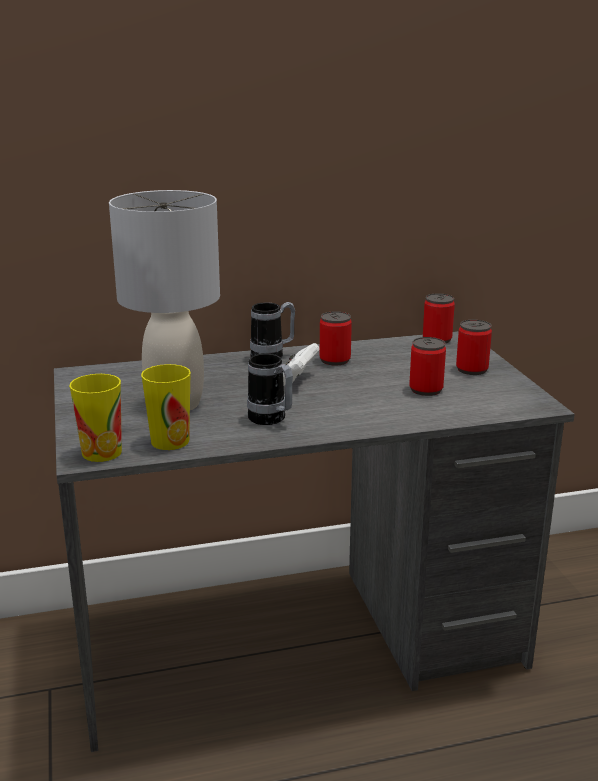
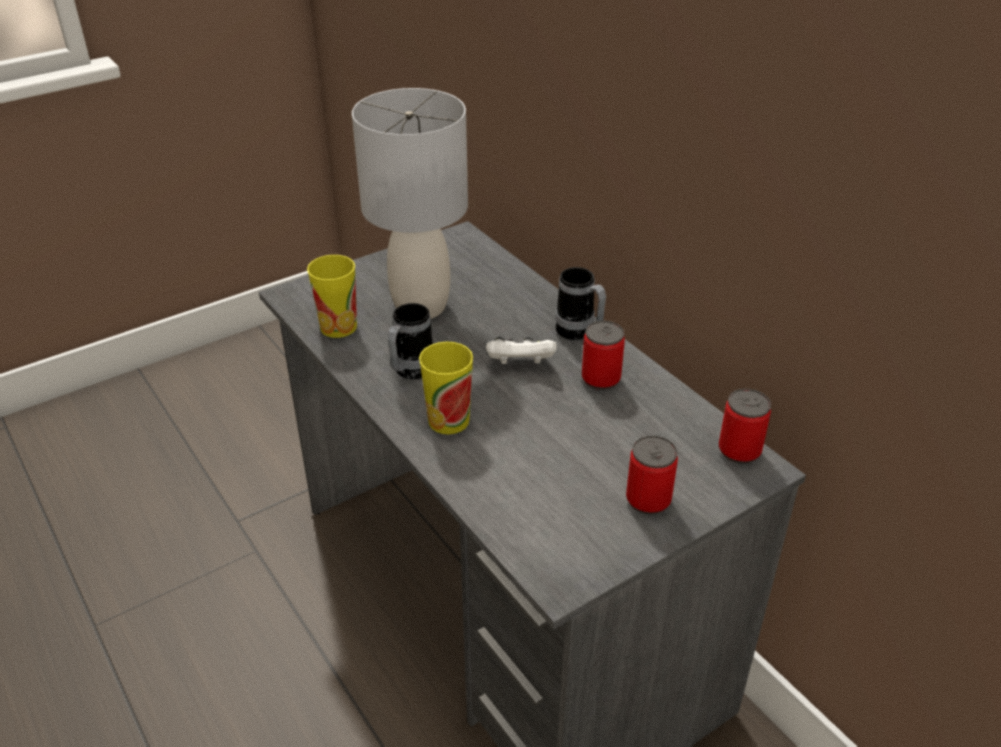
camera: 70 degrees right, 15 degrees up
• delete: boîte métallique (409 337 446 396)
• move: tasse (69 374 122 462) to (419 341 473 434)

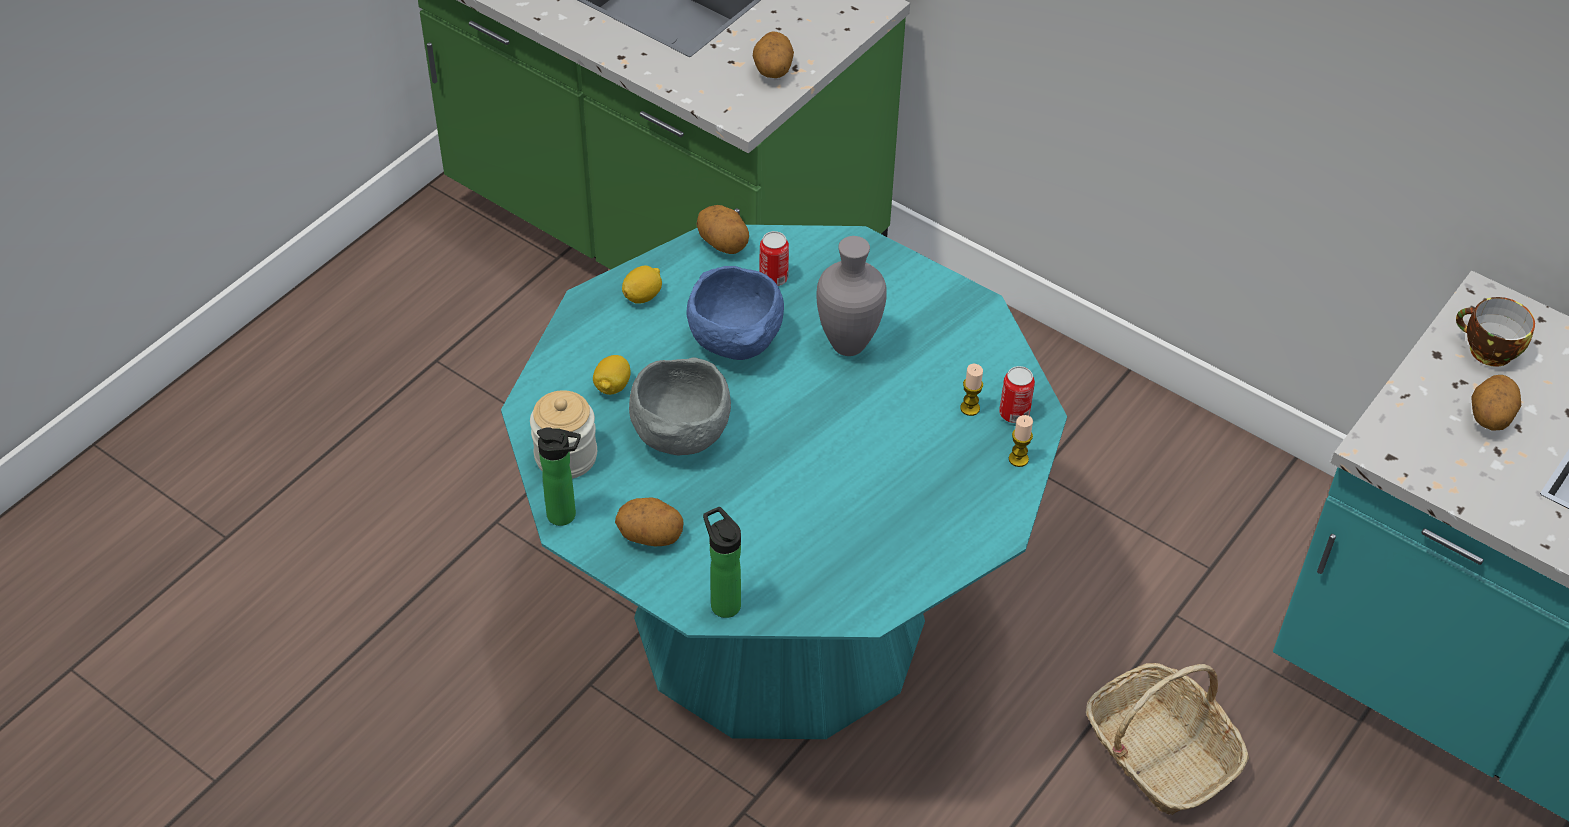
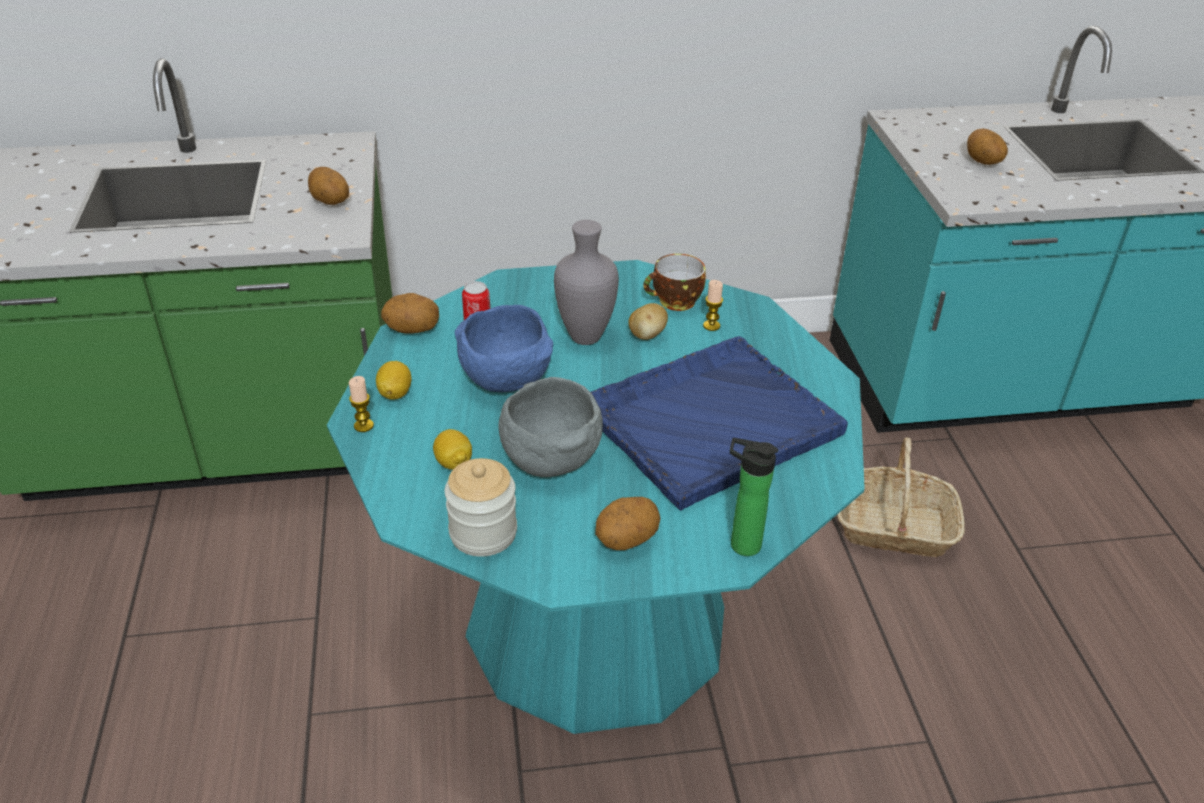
camera: 45 degrees left, 10 degrees down
• move: tasse (1456 297 1535 367) to (644 254 706 311)
• delete: boîte métallique (999 366 1035 423)
• move: bougie (1009 415 1033 467) to (349 376 374 432)
• delete: bouteille (537 427 581 526)
• insert: pomme de terre (628 303 668 340)
• insert: plateau [bleu] (590 336 848 511)

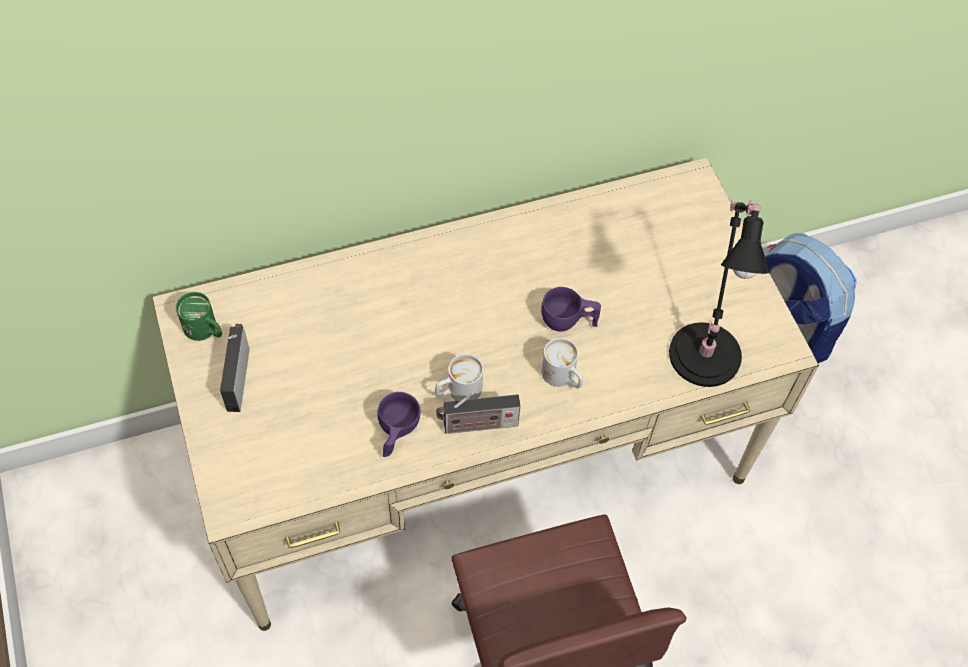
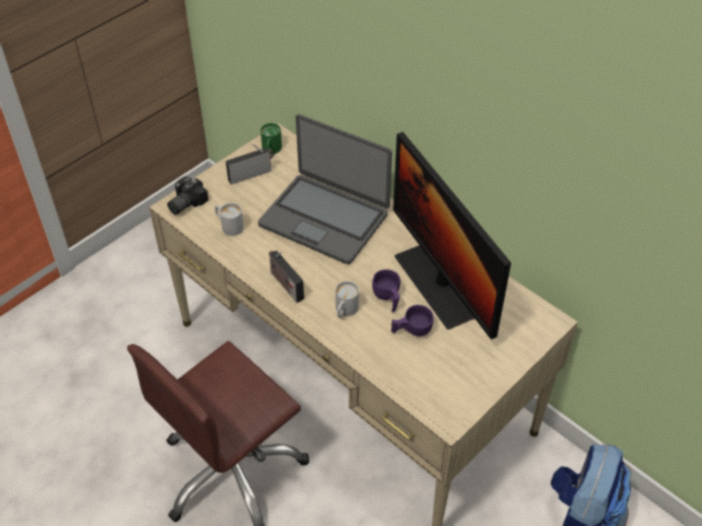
camera: 65 degrees right, 10 degrees down
• delete: lampe de table [noir] (669 200 770 387)
• move: mug [blanc] (435 354 483 401) to (215 203 244 236)
• move: tasse [violet] (377 392 421 457) to (391 305 434 336)
• insert: ordinateur portable (258 114 392 264)
• insert: écran d'ordinateur (393 132 511 339)
• insert: appareil photo (167 176 209 215)

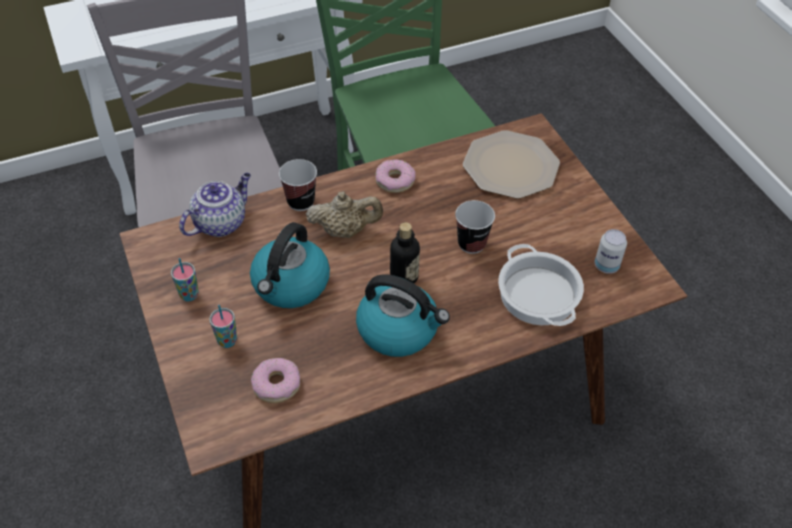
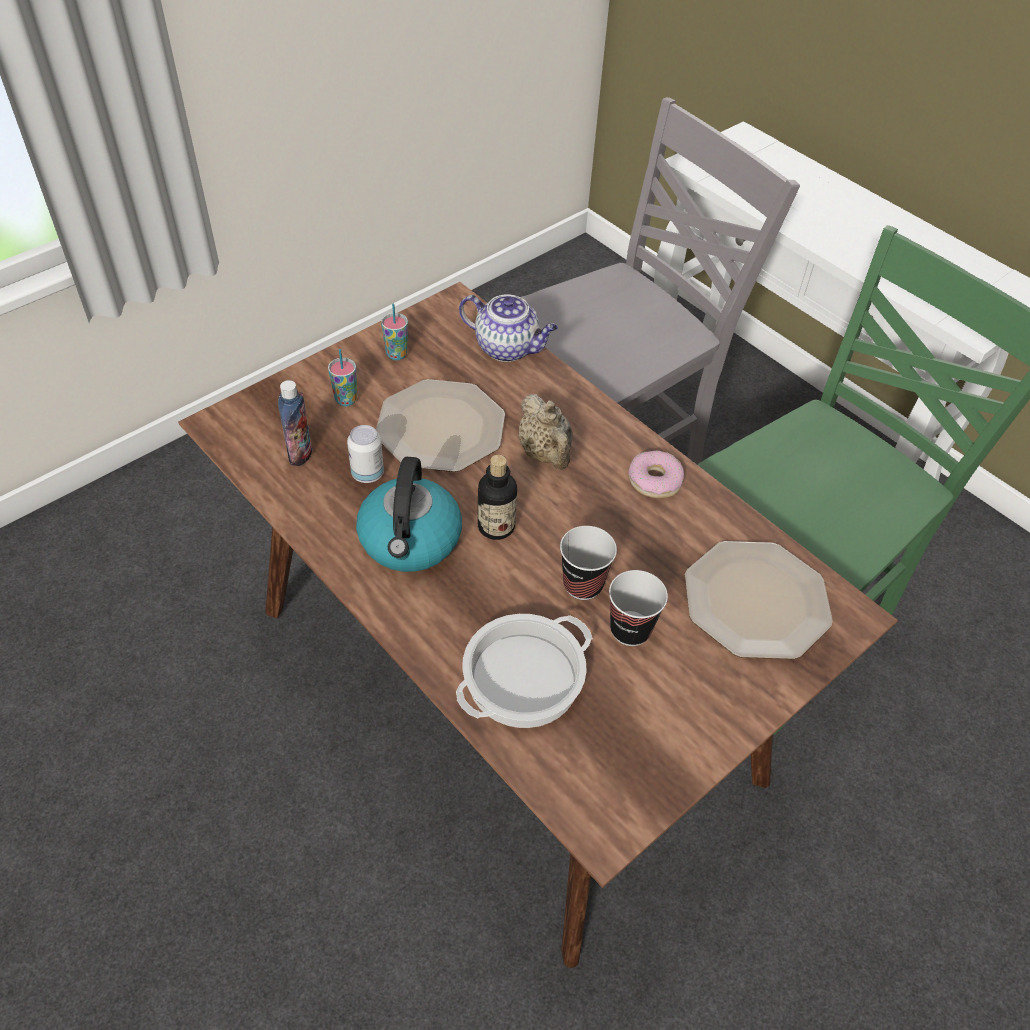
camera: 70 degrees right, 0 degrees up
• move: tasse (279 159 317 211) to (609 570 668 646)
• replace: bouilloire (250 222 330 308) to assiette (376 379 505 472)
• move: boîte métallique (595 229 627 274) to (347 425 384 483)
• replace: beignet (251 358 300 403) to bouteille (278 380 312 466)

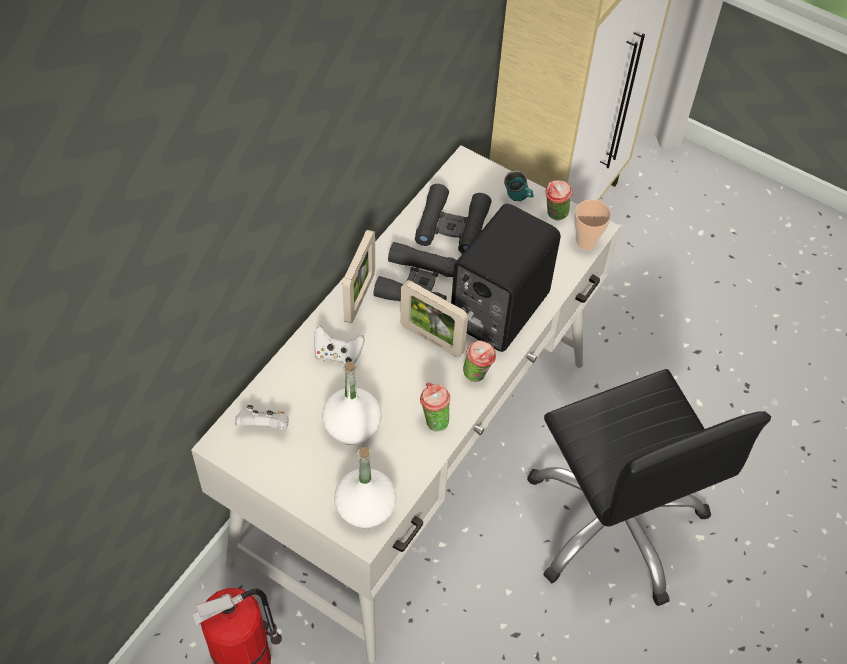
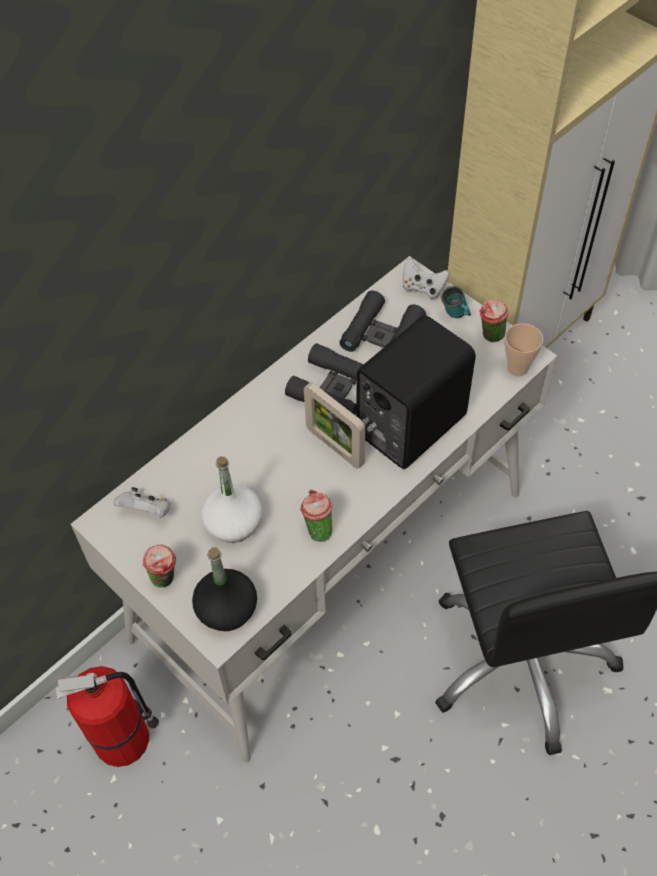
camera: 15 degrees right, 0 degrees up
• delete: cadre photo (342 230 375 323)
• move: manette [blanc] (314 325 365 365) to (403 258 450 299)
• move: tasse (463 340 496 382) to (143 544 176 588)
• recolor: bouteille [blanc] (334 447 397 528) to bouteille [noir] (192 547 257 631)

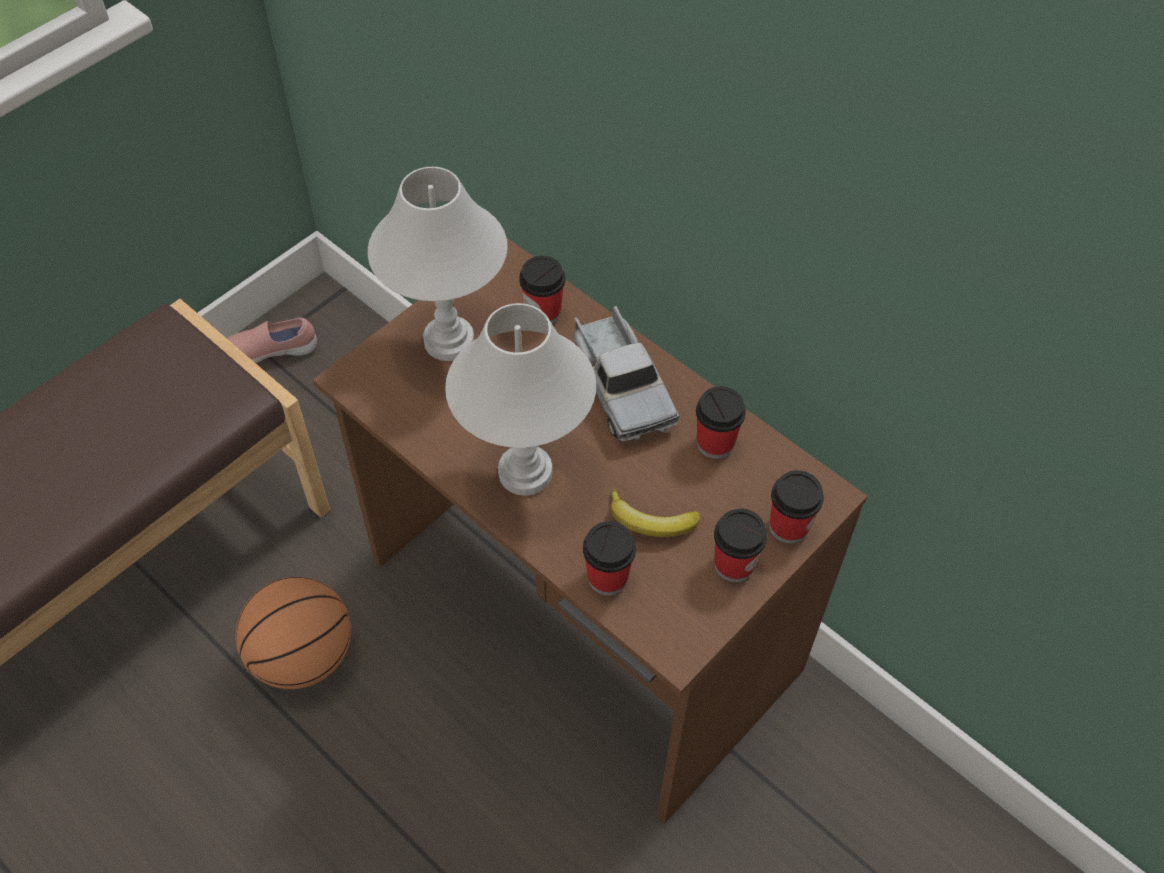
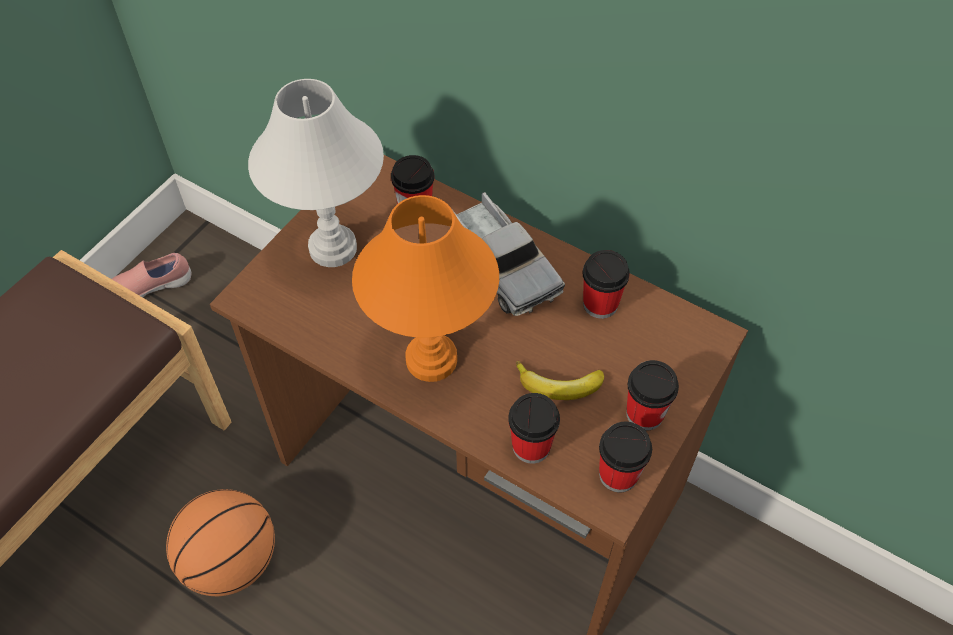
camera: 10 degrees left, 0 degrees up
• recolor: lampe de table [blanc] (445 303 596 496) to lampe de table [orange] (352 195 499 382)
• move: tasse (770 470 824 544) to (599 422 652 492)

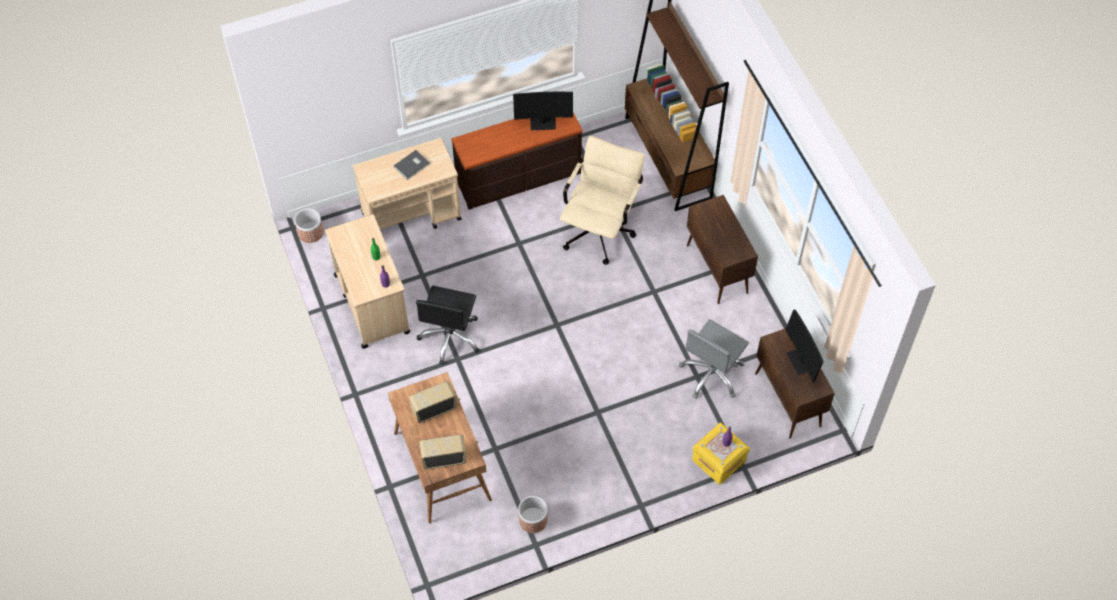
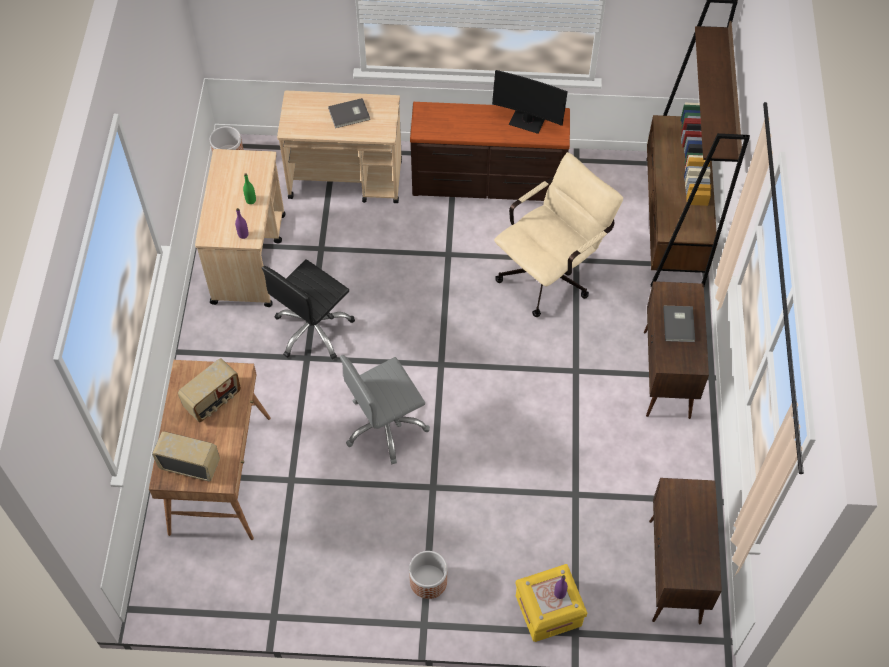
camera: 25 degrees right, 0 degrees up
• delete: écran d'ordinateur (785 309 824 383)
• move: chaise de bureau [gris] (679 319 749 399) to (340 355 430 464)
• rotate: radio (409 381 457 423) = (178 358 241 422) 135 degrees clockwise
• move: cache-pot (518 496 548 533) to (409 551 447 599)
• insert: livre [gris] (663 306 695 342)

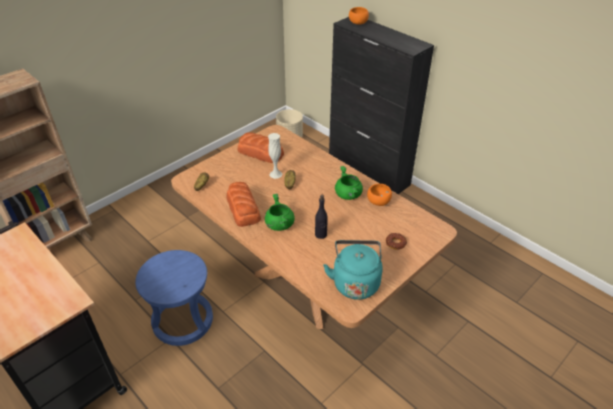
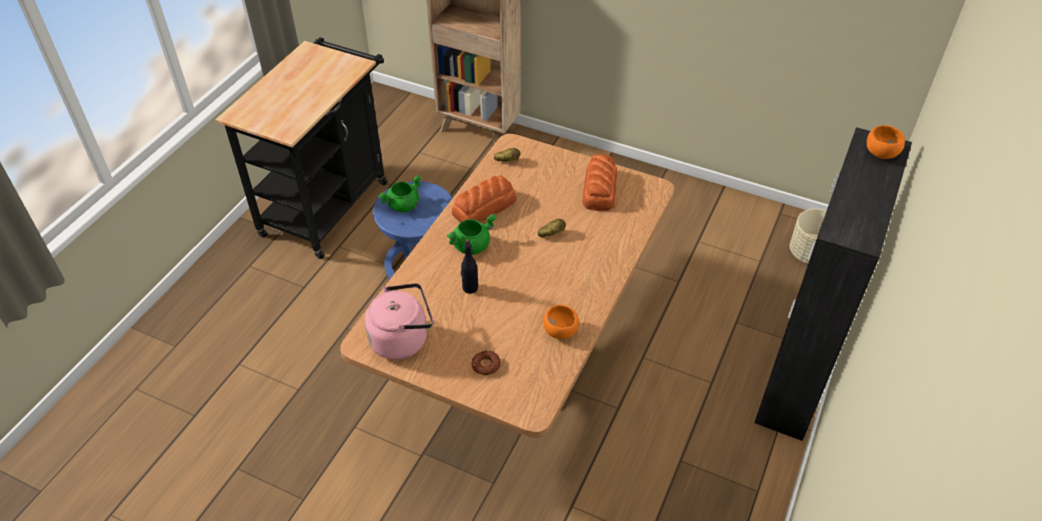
camera: 70 degrees right, 5 degrees up
• delete: vase [blanc] (268 133 282 179)
• move: marmite [vert] (335 166 363 200) to (378 175 421 212)
• recolor: bouilloire [turquoise] (323 240 383 300) to bouilloire [rose] (365 283 433 360)

